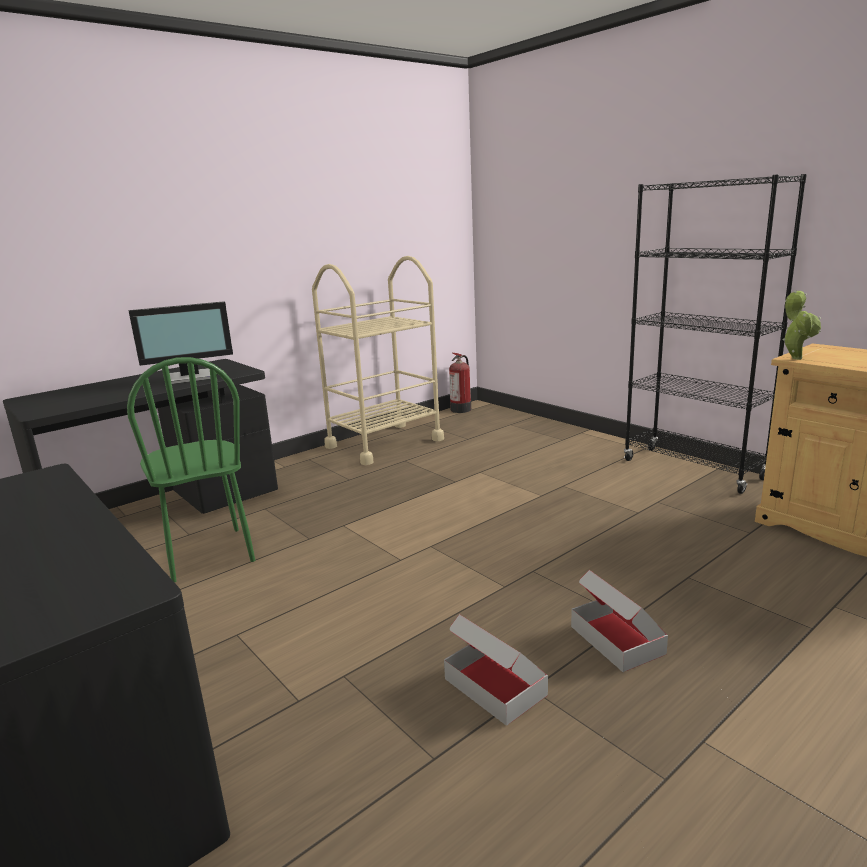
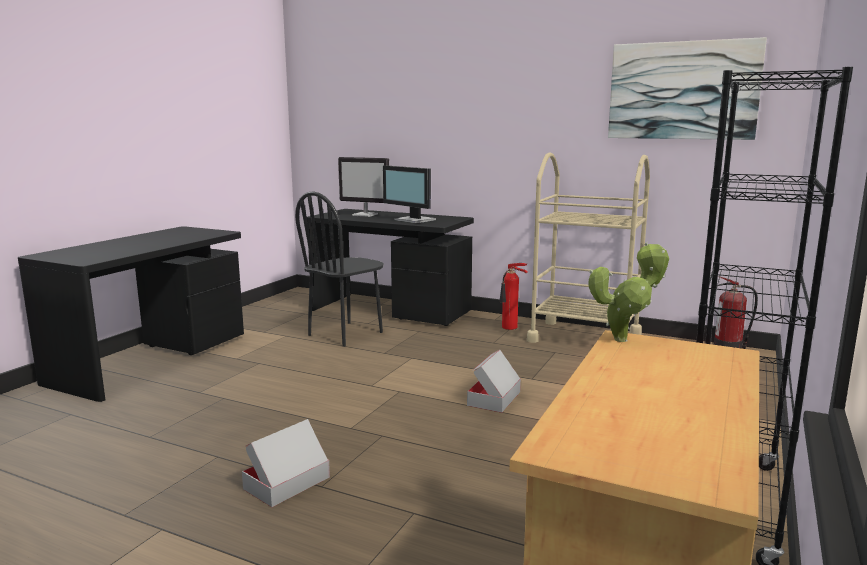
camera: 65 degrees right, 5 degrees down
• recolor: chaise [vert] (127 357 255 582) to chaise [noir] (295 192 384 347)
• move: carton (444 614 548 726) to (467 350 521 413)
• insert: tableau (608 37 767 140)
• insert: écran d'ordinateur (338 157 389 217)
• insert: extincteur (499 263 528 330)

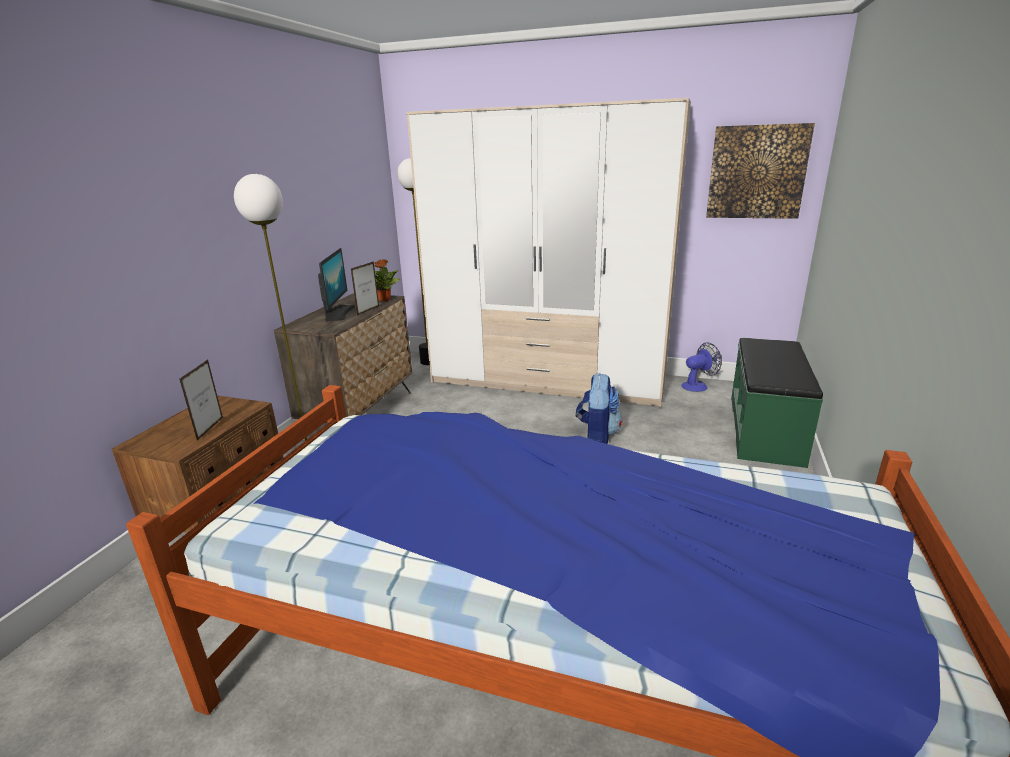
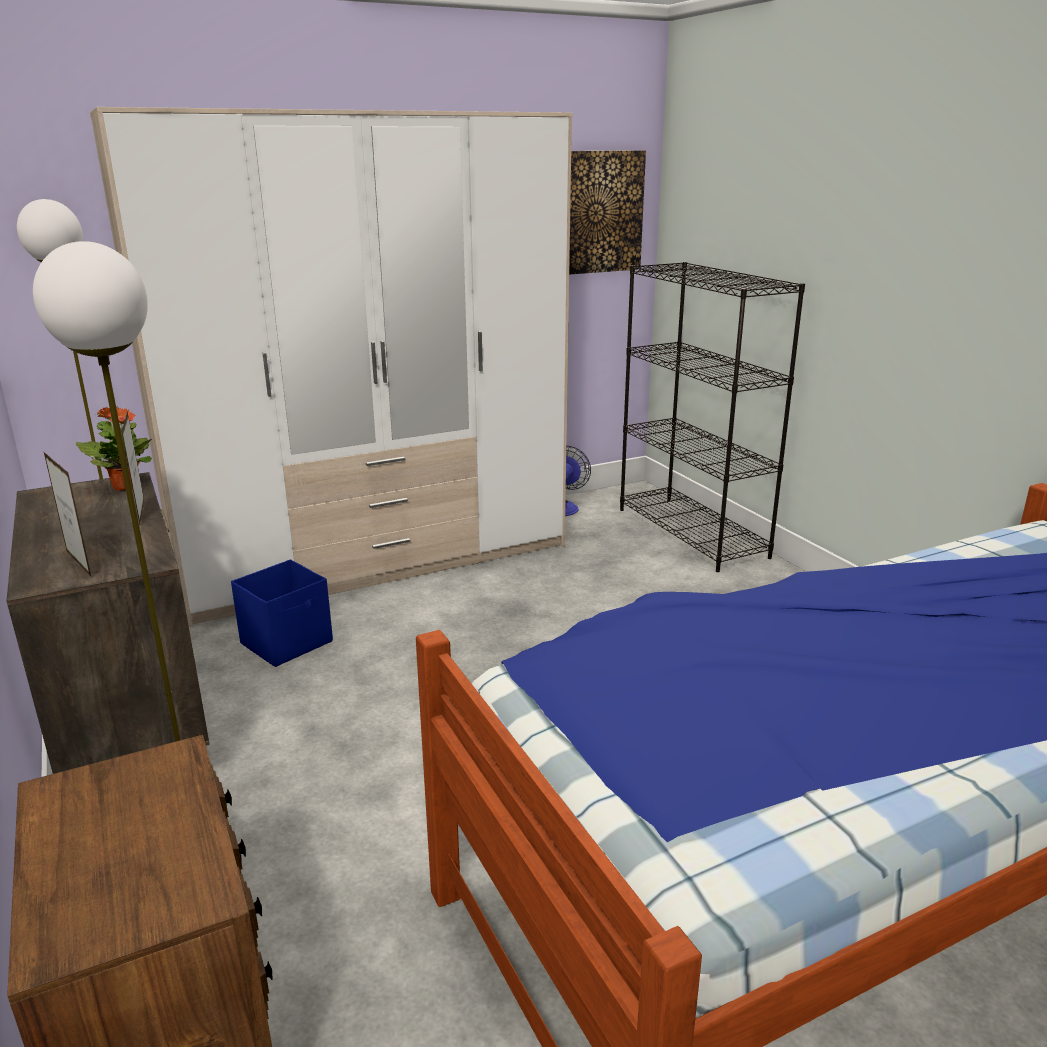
camera: 45 degrees left, 0 degrees up
• delete: écran d'ordinateur (318 248 355 322)
• replace: banc [vert] (731 338 823 468) to bibliothèque [noir] (620 262 805 572)
• move: cadre photo (180 360 223 441) to (44 452 91 576)
• delete: sac à dos (576 373 622 444)
• insert: boîte de rangement [bleu] (231 560 333 667)

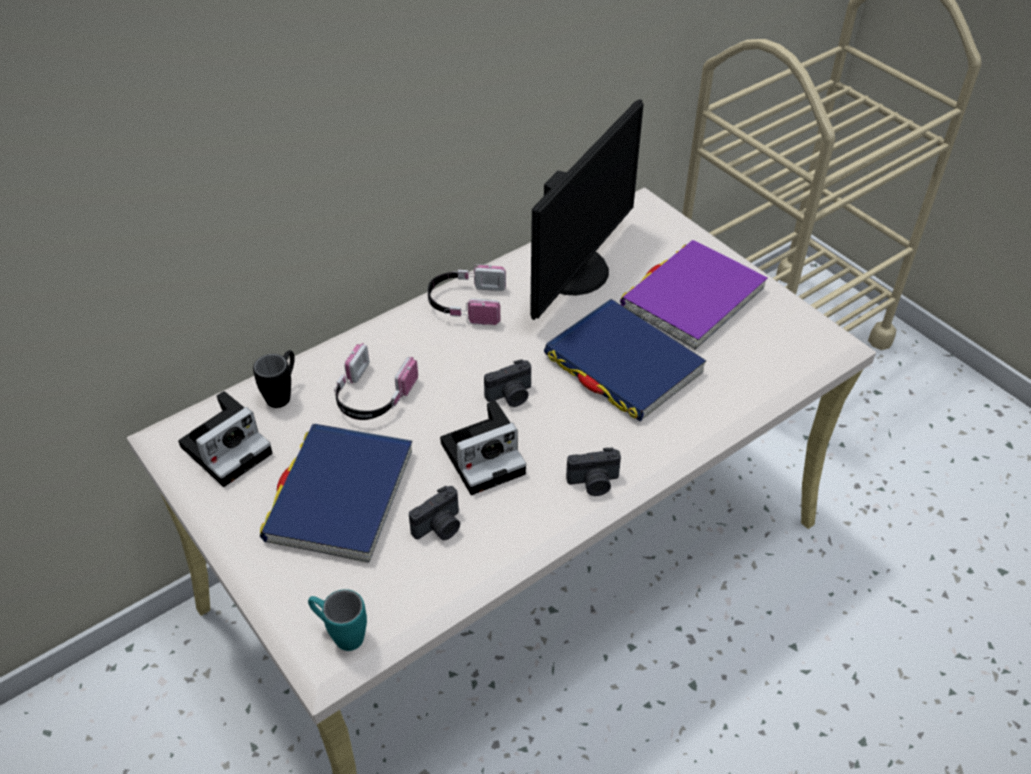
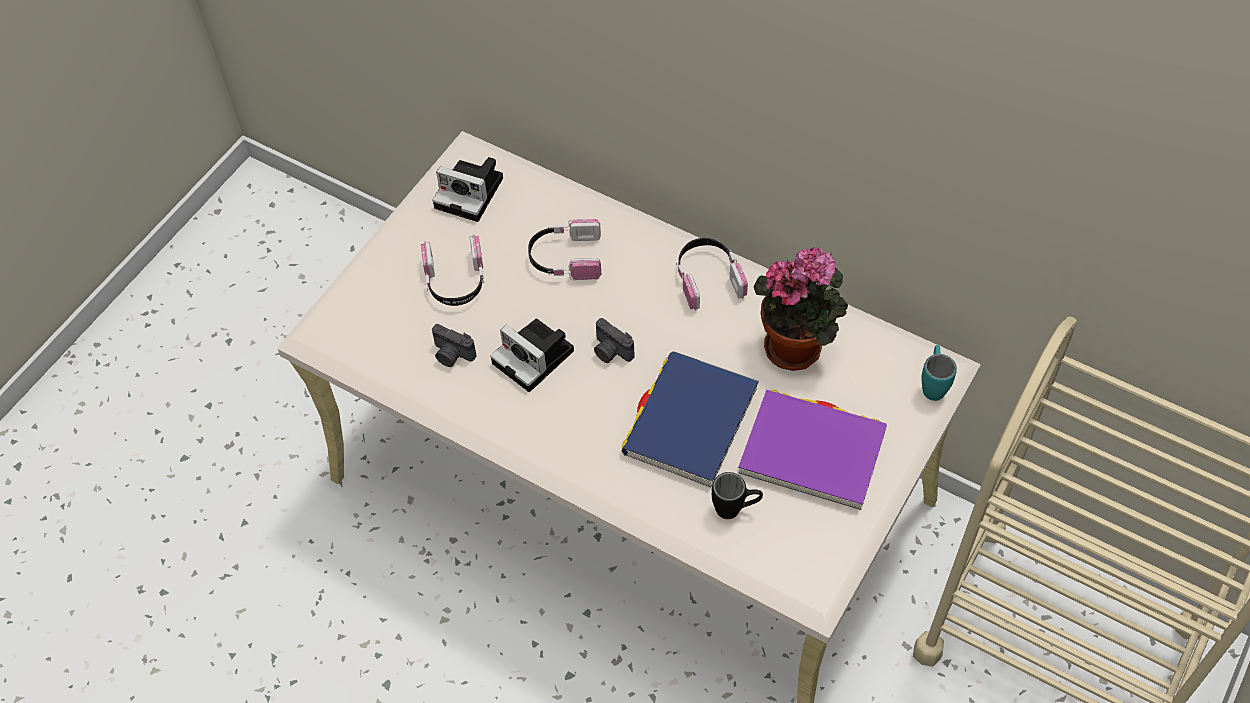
camera: 70 degrees right, 10 degrees up
• replace: écran d'ordinateur (530 99 644 320) to plante en pot (754 246 848 371)
• move: mug [noir] (253 350 295 408) to (712 472 763 519)
• replace: livre [bleu] (260 424 413 563) to casque audio (421 235 484 306)
• delete: appareil photo (566 448 621 496)
• move: mug [turquoise] (308 589 367 651) to (921 345 957 401)

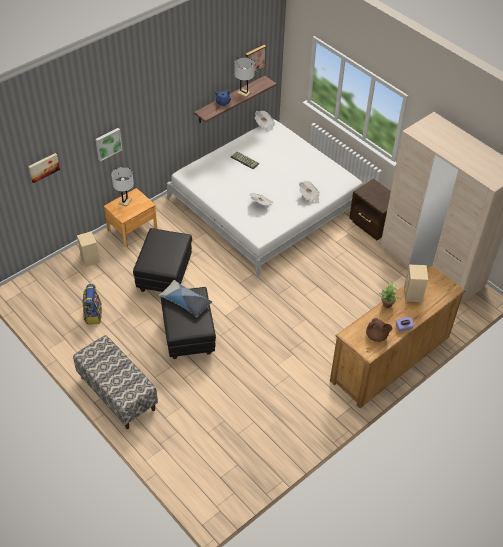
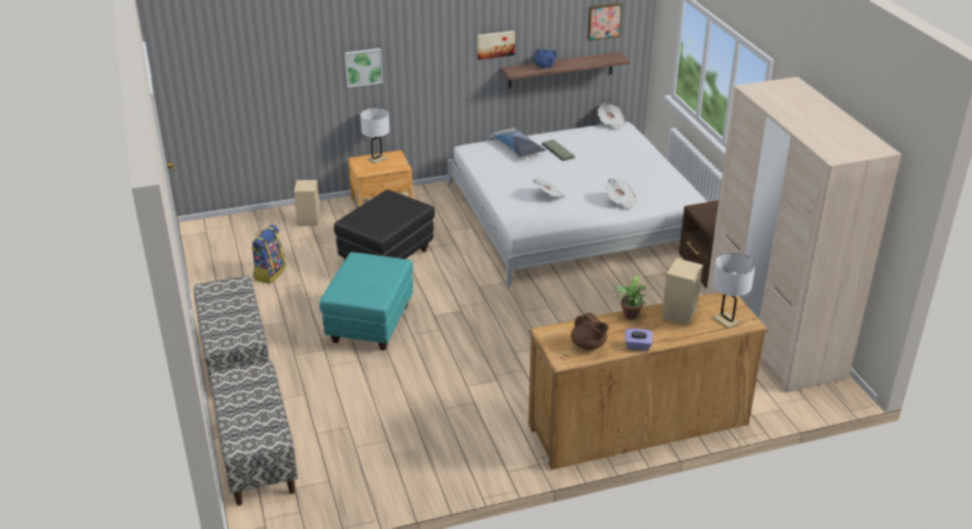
camera: 25 degrees right, 15 degrees down
• move: lampe de table [blanc] (234 57 255 97) to (712 253 755 329)
• move: tableau (28 153 60 183) to (477 31 515 60)
• move: coussin (159 280 212 317) to (490 127 546 158)
• recolor: pouf [noir] (161 287 216 359) to pouf [turquoise] (319 252 413 350)
• insert: banc (210 361 298 506)

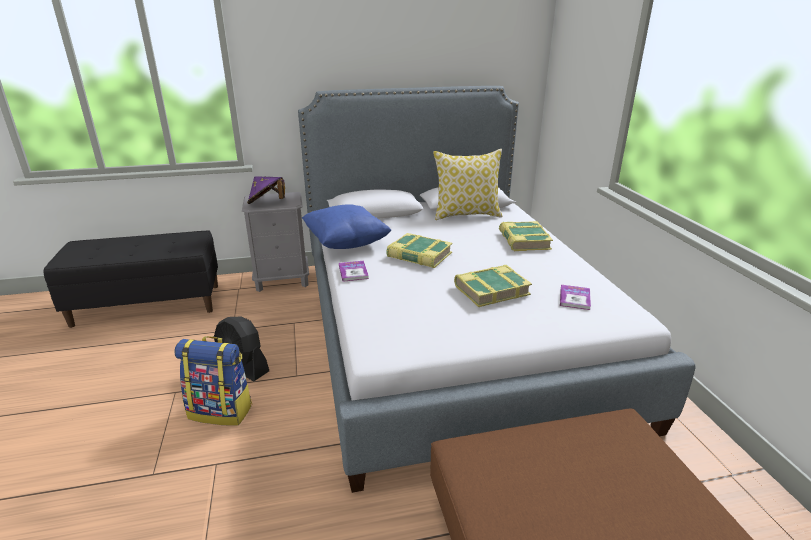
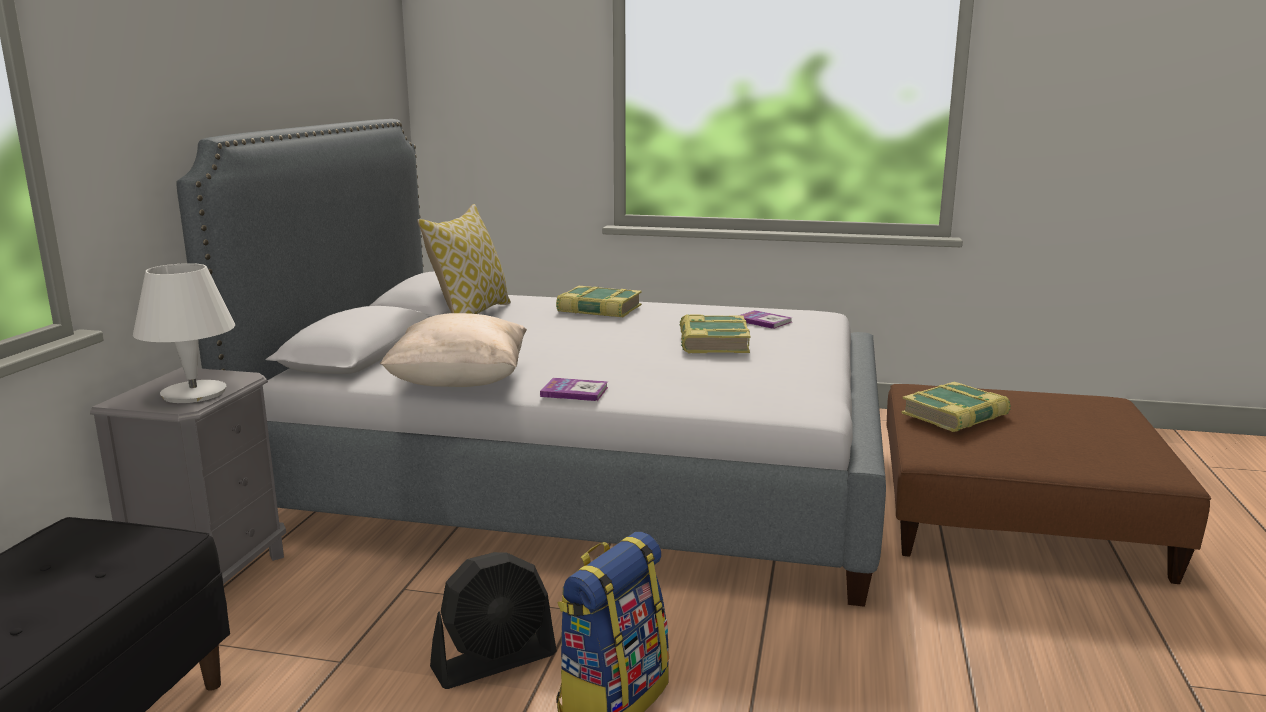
camera: 65 degrees left, 10 degrees down
• replace: chapeau [violet] (247 176 285 204) to lampe de table [blanc] (133 263 235 403)
• recolor: coussin [bleu] (302 205 391 249) to coussin [beige] (380 313 527 387)
• move: livre (386 233 452 268) to (901 382 1011 432)

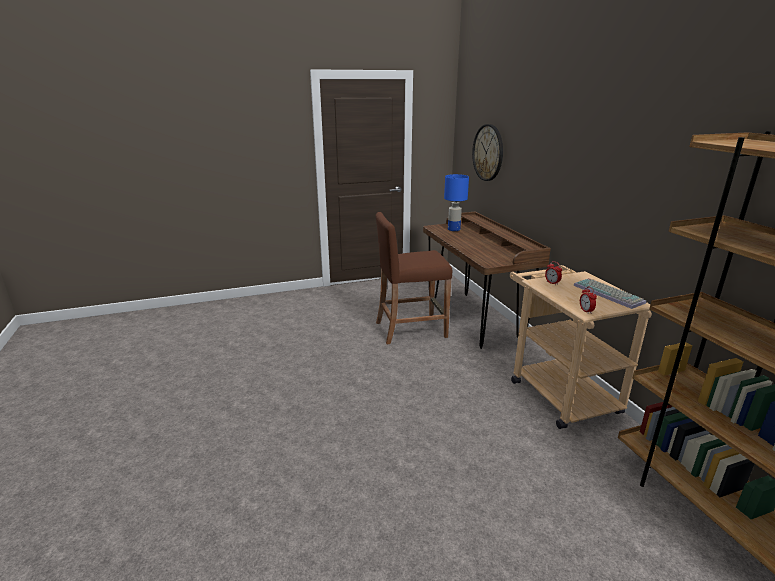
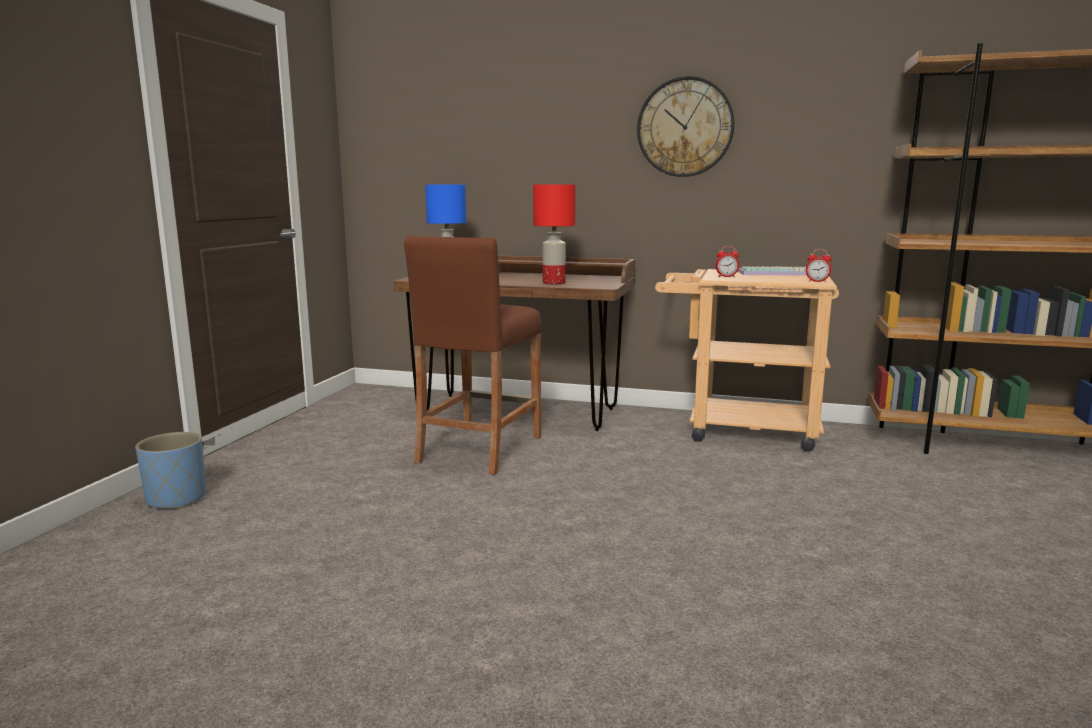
camera: 55 degrees left, 10 degrees down
• move: horloge murale (472 124 503 181) to (637 76 734 177)
• insert: lampe de table [rouge] (533 184 576 284)
• insert: cache-pot [bleu] (135 432 206 508)

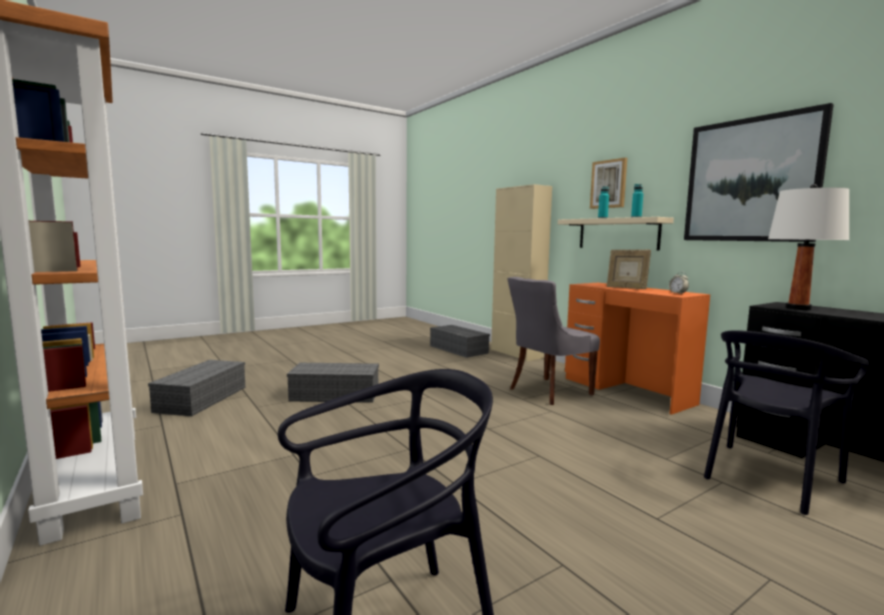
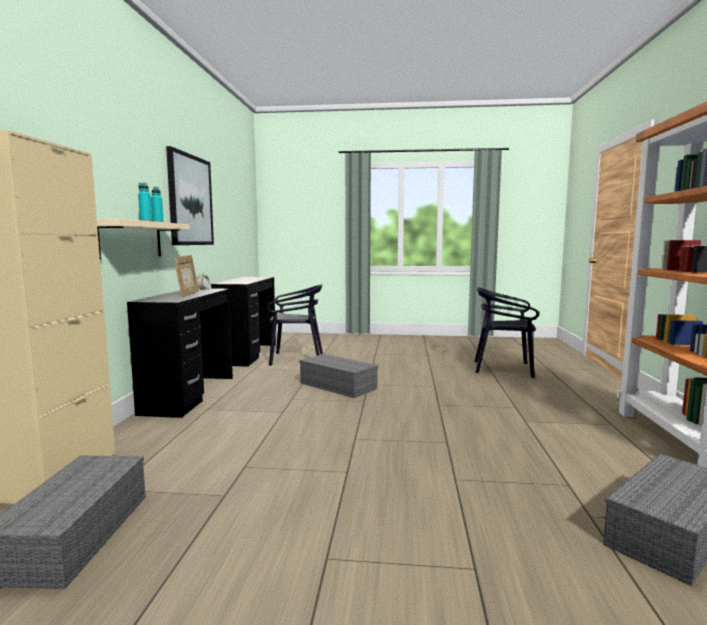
camera: 140 degrees left, 0 degrees up
• delete: tableau (590 158 627 209)
• delete: lampe de table [blanc] (768 184 849 310)
• delete: chaise [gris] (507 277 600 405)
• recolor: bureau [orange] (565 283 710 415) to bureau [noir] (127 288 233 418)
• move: boîte de rangement [gris] (287 363 379 403) to (300 354 378 398)

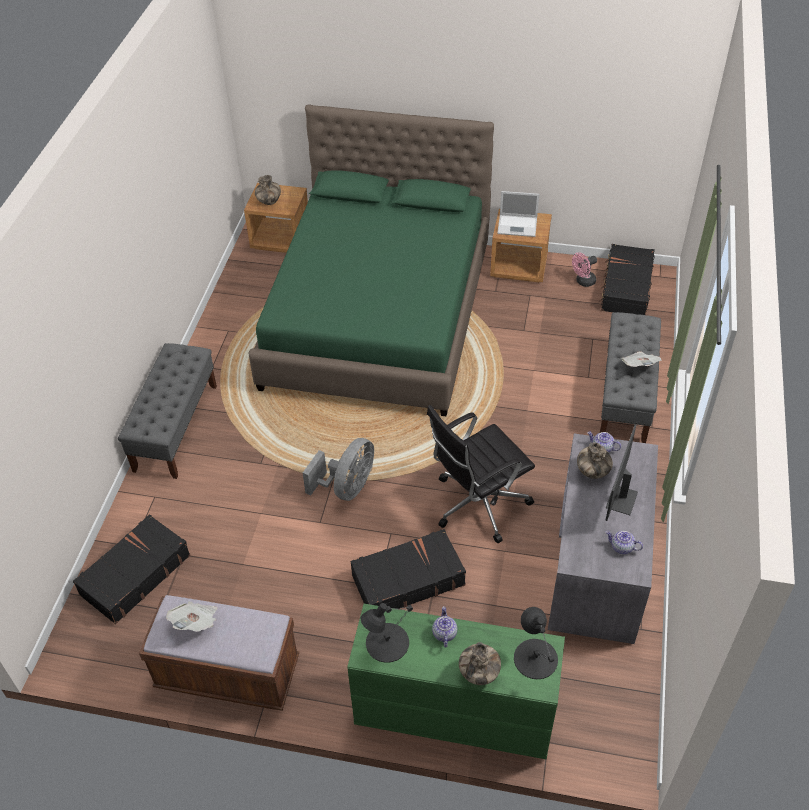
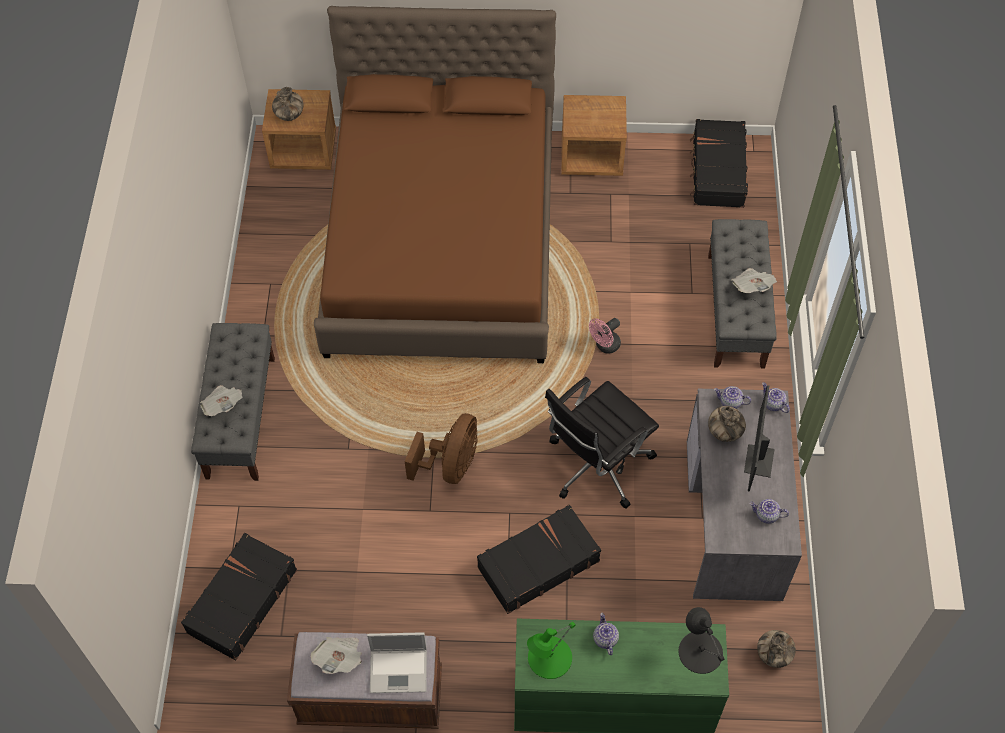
camera: 10 degrees left, 10 degrees up
• recolor: lit [vert] (249 104 494 416) to lit [marron] (314 6 556 363)
• move: ordinateur portable (497 191 539 237) to (367 632 427 693)
• move: ventilateur [rose] (572 252 597 287) to (589 318 621 354)
• recolor: ventilateur [gris] (303 438 374 501) to ventilateur [marron] (405 413 478 484)
• recolor: lampe de table [noir] (361 603 413 663) to lampe de table [vert] (527 622 576 679)
• move: vase (459 642 501 685) to (757 630 796 668)
• insert: théière (762 382 790 413)
• insert: journal (200 385 242 416)

